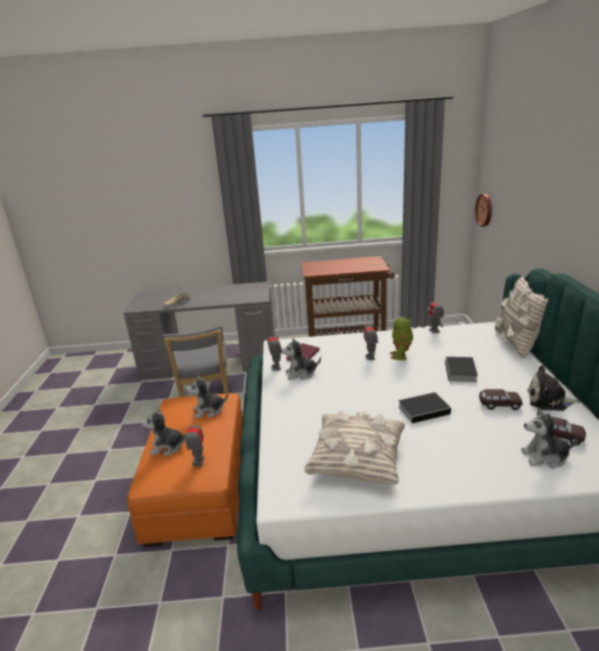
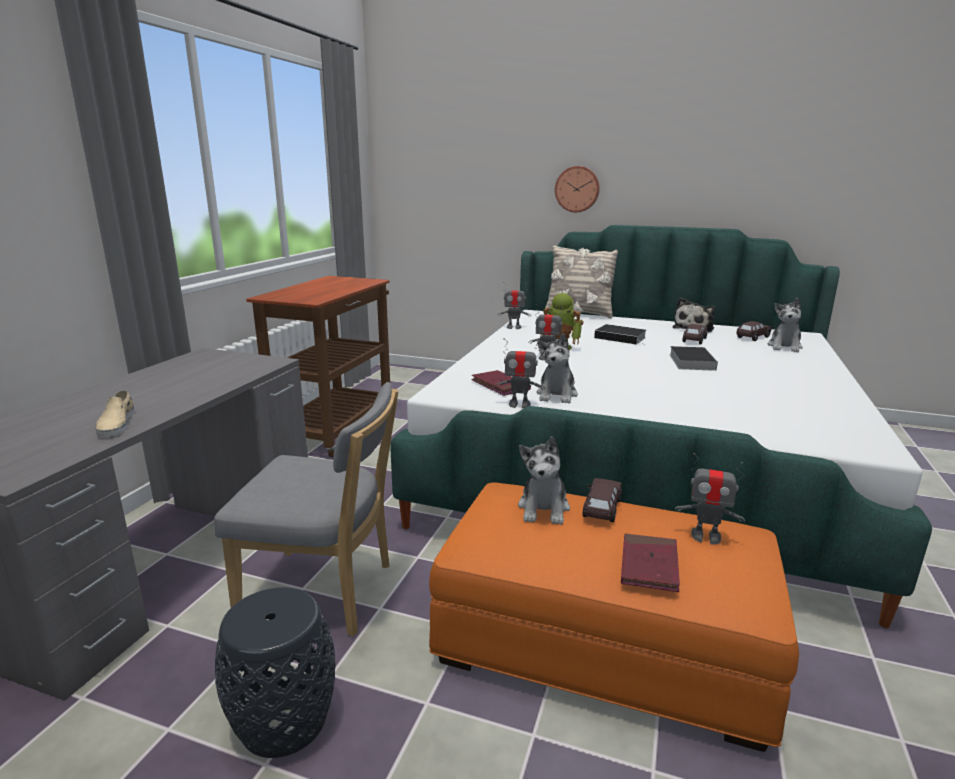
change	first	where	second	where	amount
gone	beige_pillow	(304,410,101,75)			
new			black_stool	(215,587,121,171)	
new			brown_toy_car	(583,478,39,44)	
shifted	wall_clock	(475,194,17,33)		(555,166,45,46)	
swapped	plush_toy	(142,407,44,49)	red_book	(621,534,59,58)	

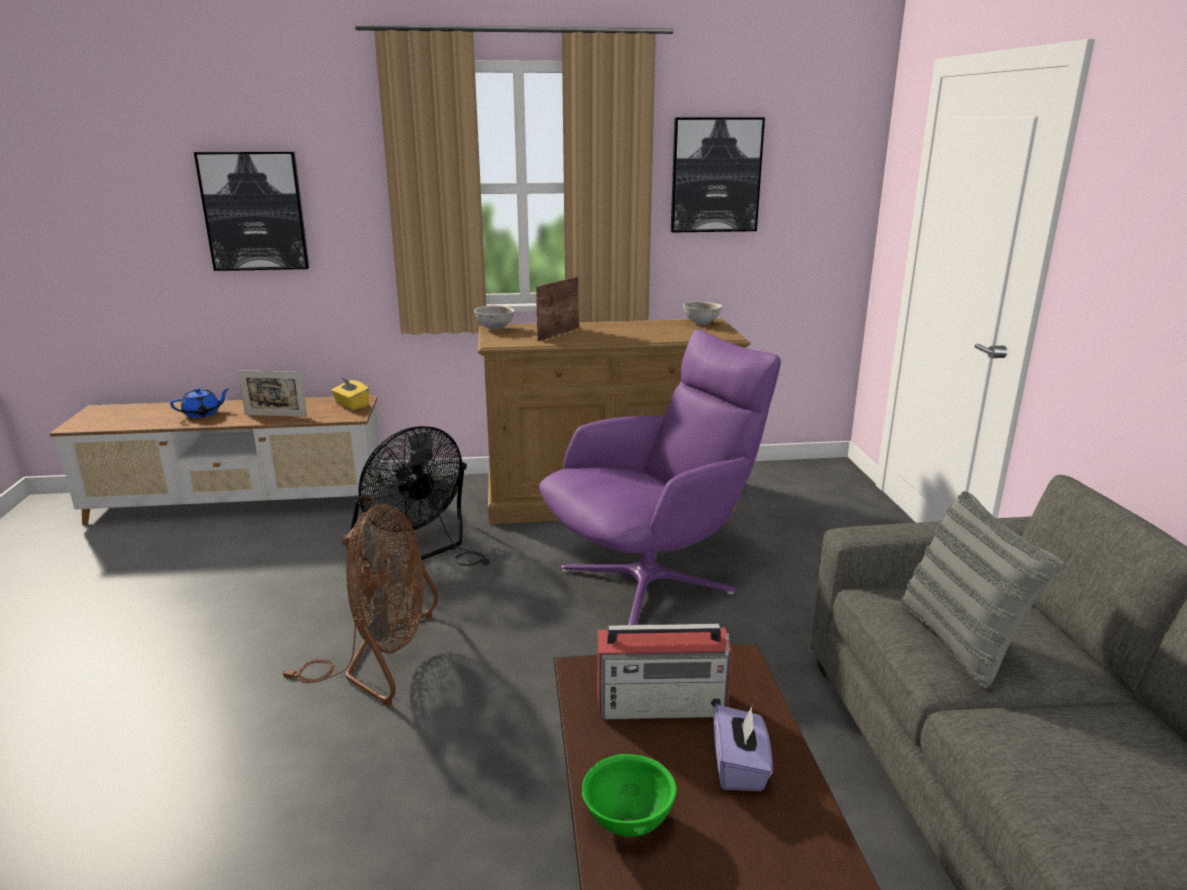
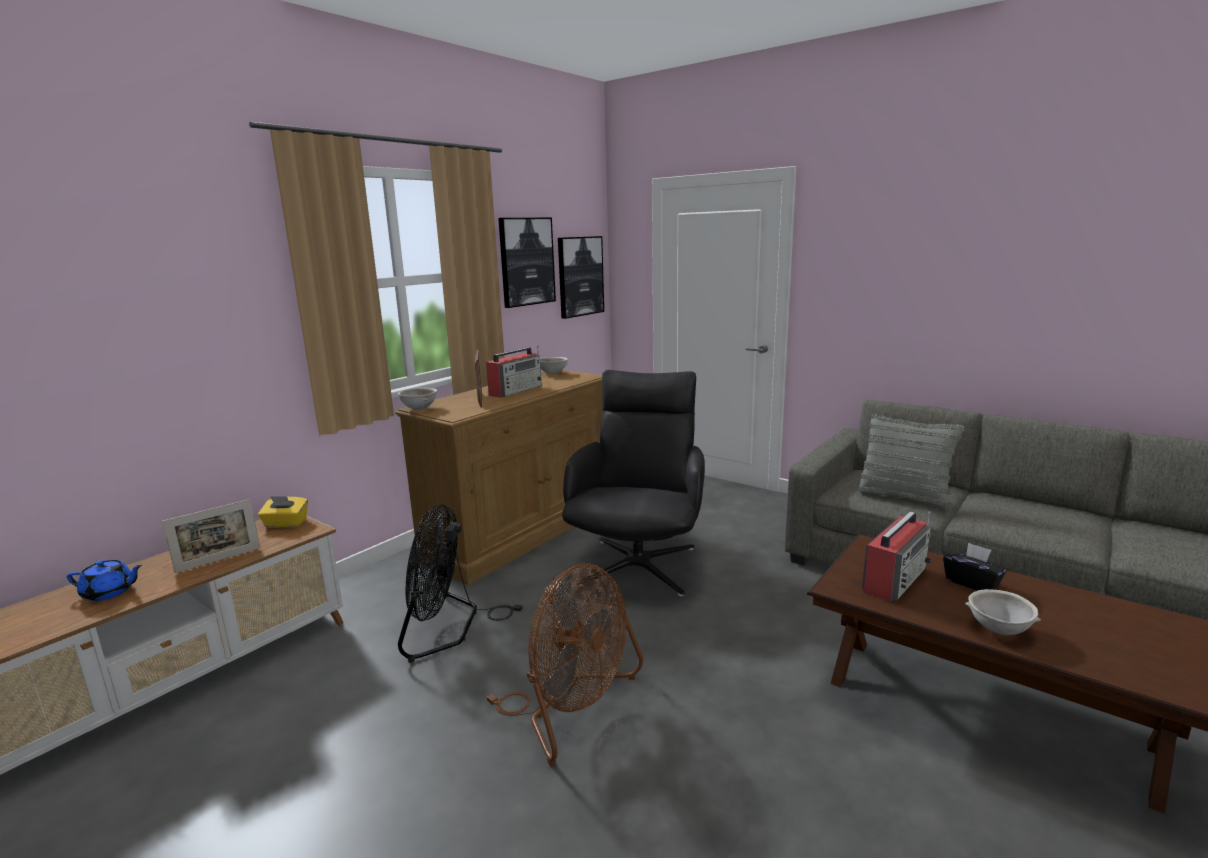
change	first	where	second	where	amount
new			radio	(486,345,56,53)	
shifted	picture	(194,152,115,119)		(558,236,46,83)	
repainted	purple_armchair	(539,329,242,296)	black_armchair	(562,370,143,226)	
repainted	green_bowl	(582,754,95,83)	grey_bowl	(965,589,76,46)	
repainted	purple_tissue_box	(714,705,59,86)	black_tissue_box	(943,542,64,49)	
rotated	blue_teapot	(170,388,59,30)		(67,560,76,41)	75 degrees clockwise
rotated	brown_fan	(282,504,156,203)		(487,563,156,204)	75 degrees clockwise

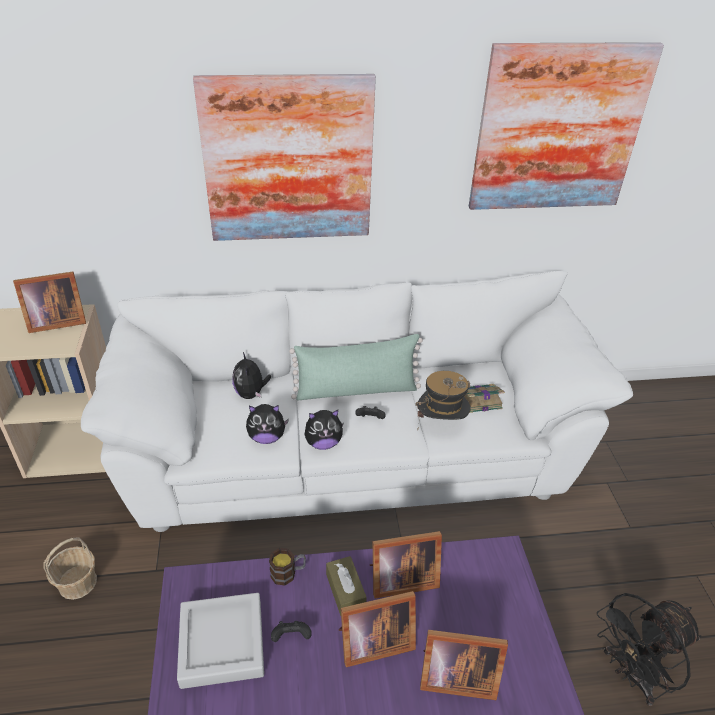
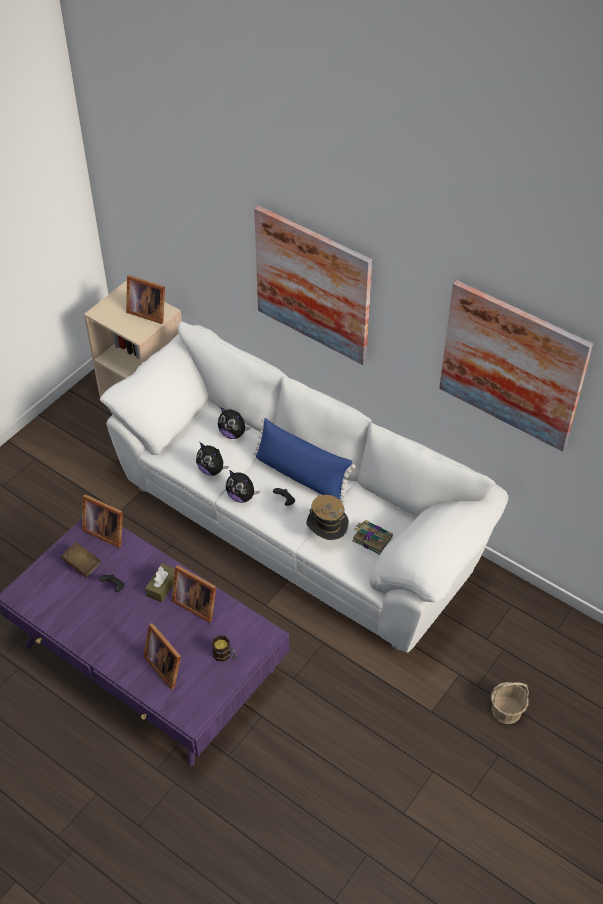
change	first	where	second	where	amount
gone	black_fan	(597,593,104,113)			
shifted	basket	(44,537,53,63)		(491,682,38,42)	
shifted	mug	(269,548,37,38)		(212,636,25,26)	
shifted	picture_frame	(339,591,77,76)		(82,494,41,54)	
swapped	grey_tray	(177,593,87,96)	brown_book	(61,542,40,35)	
repainted	green_pillow	(289,334,134,67)	blue_pillow	(253,418,102,84)	
rotated	plush_toy	(232,352,39,47)		(218,407,32,32)	90 degrees counterclockwise

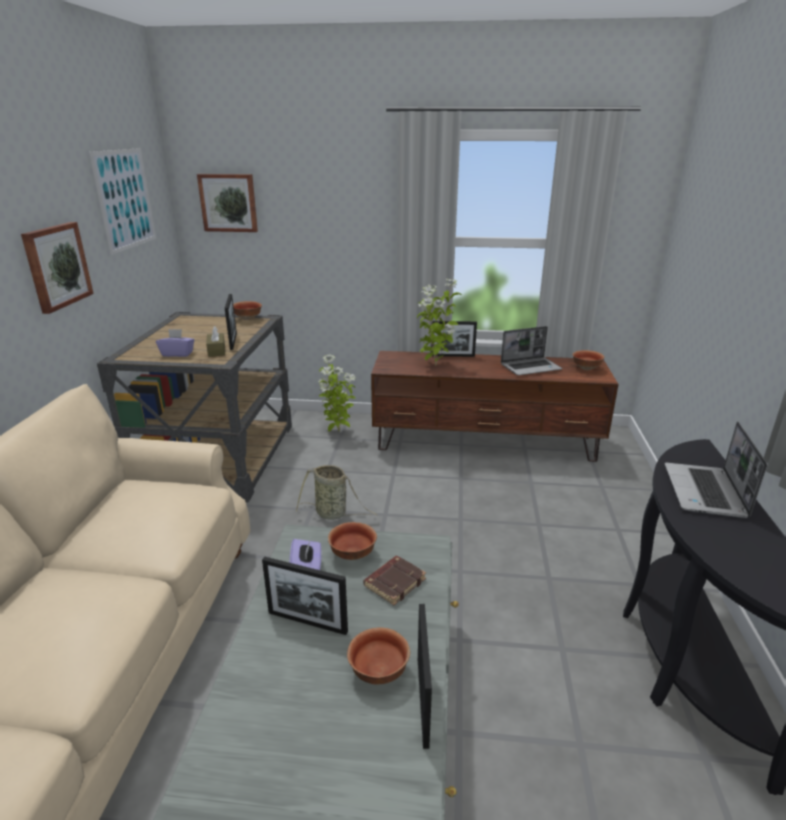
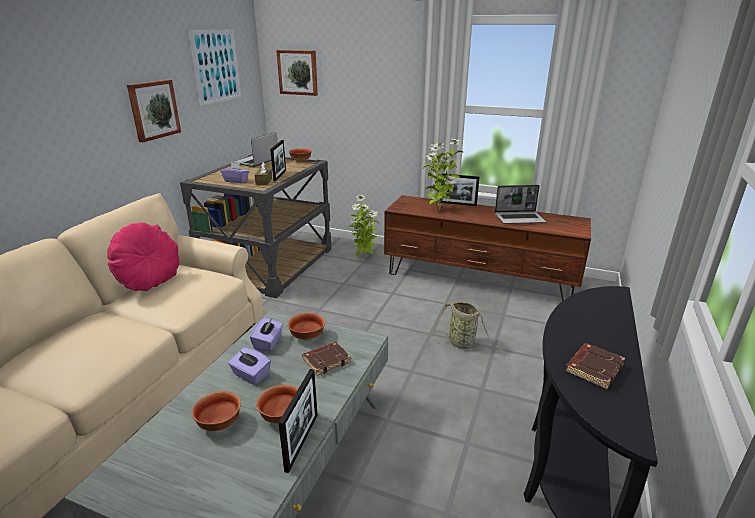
change	first	where	second	where	amount
new			pink_pillow	(107,222,73,69)	
new			brown_book	(565,343,60,46)	
shifted	basket	(296,465,81,55)		(432,301,71,50)	
shifted	bowl	(572,350,32,20)		(192,391,49,40)	
shifted	laptop	(664,422,103,96)		(235,132,43,35)	
swapped	picture_frame	(262,557,86,78)	purple_tissue_box	(228,347,43,38)	

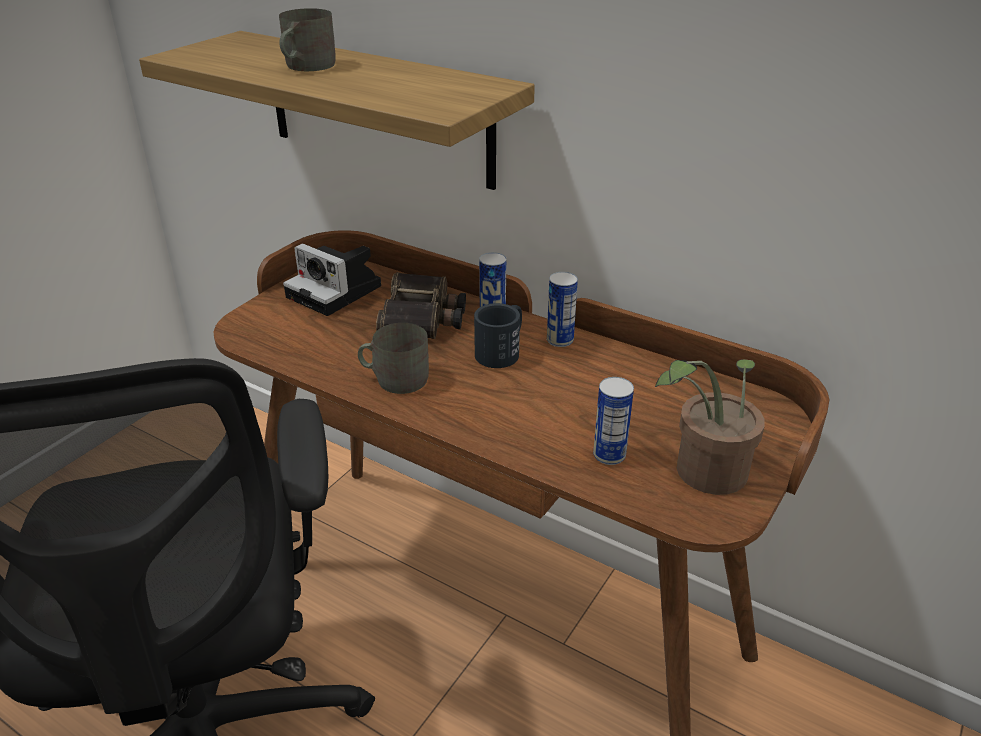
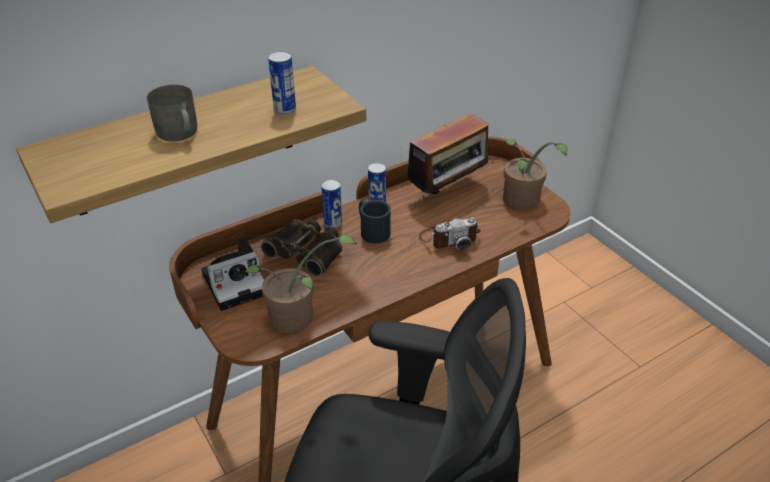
change	first	where	second	where	amount
gone	grey_mug	(358,323,71,71)			
new			potted_plant	(244,234,113,99)	
new			radio	(407,113,86,86)	
new			photo_camera	(419,217,62,33)	
shifted	can	(593,377,41,88)		(268,51,28,64)	

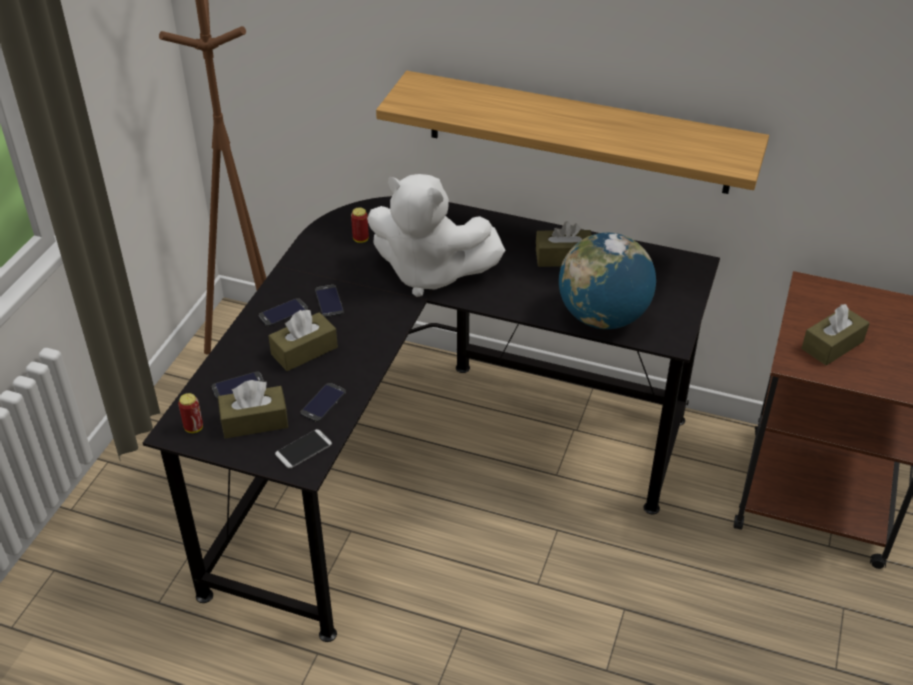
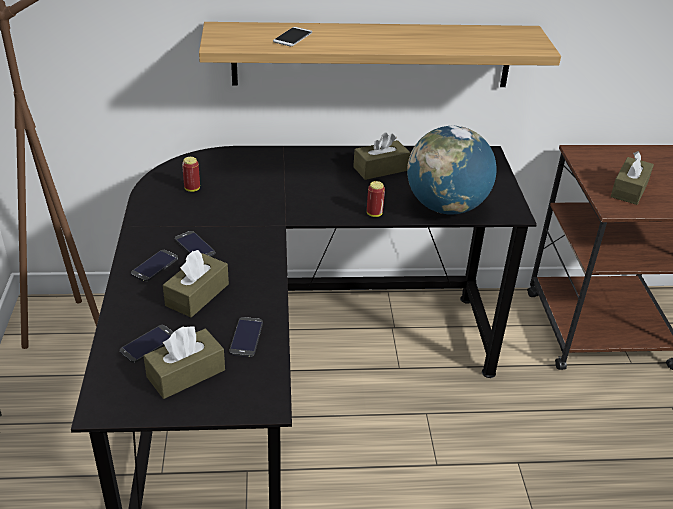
change	first	where	second	where	amount
gone	white_plush_toy	(367,174,138,123)			
shifted	can	(178,393,25,40)		(367,181,18,36)	
shifted	phone	(275,429,57,39)		(273,27,39,19)	

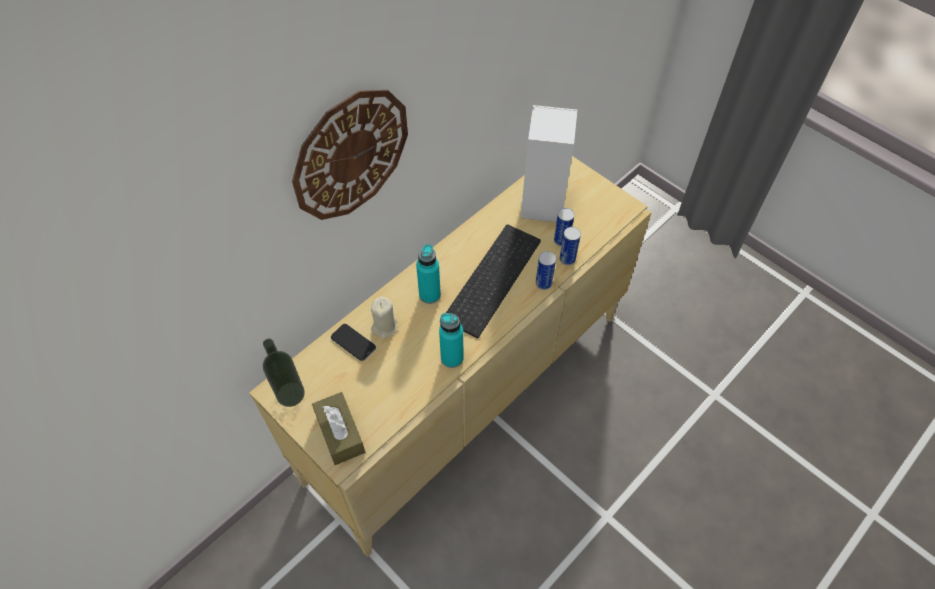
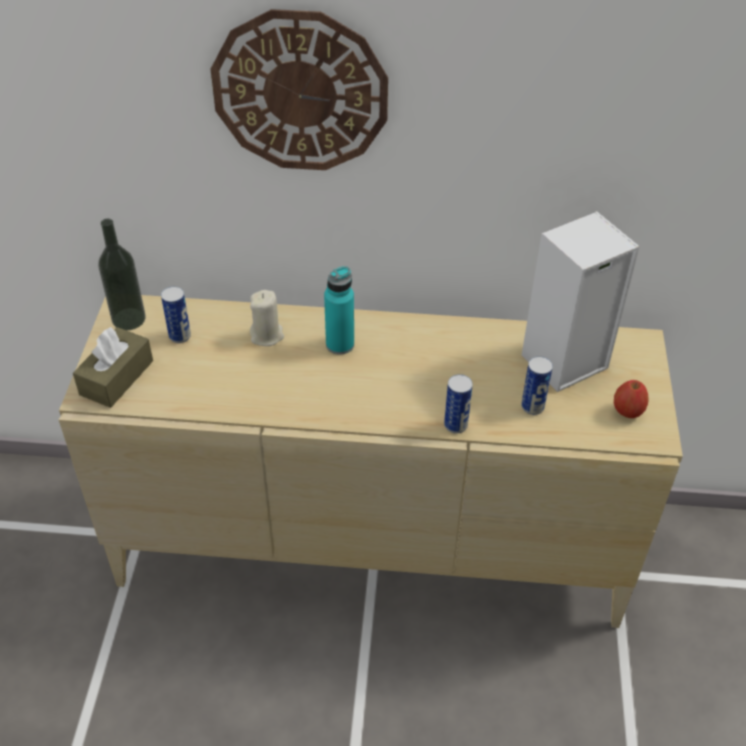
change	first	where	second	where	amount
gone	phone	(331,324,45,37)			
gone	turquoise_bottle	(439,313,25,55)			
gone	keyboard	(446,224,95,114)			
new			apple	(614,380,34,38)	
shifted	can	(560,227,21,38)		(161,286,30,57)	

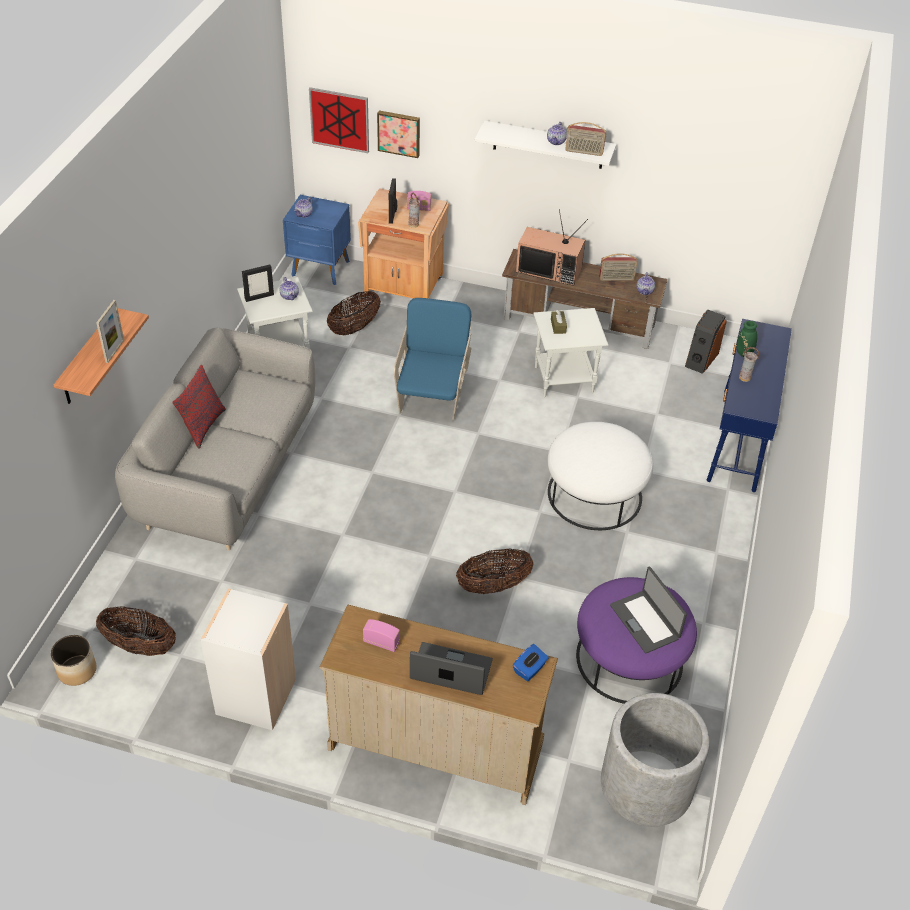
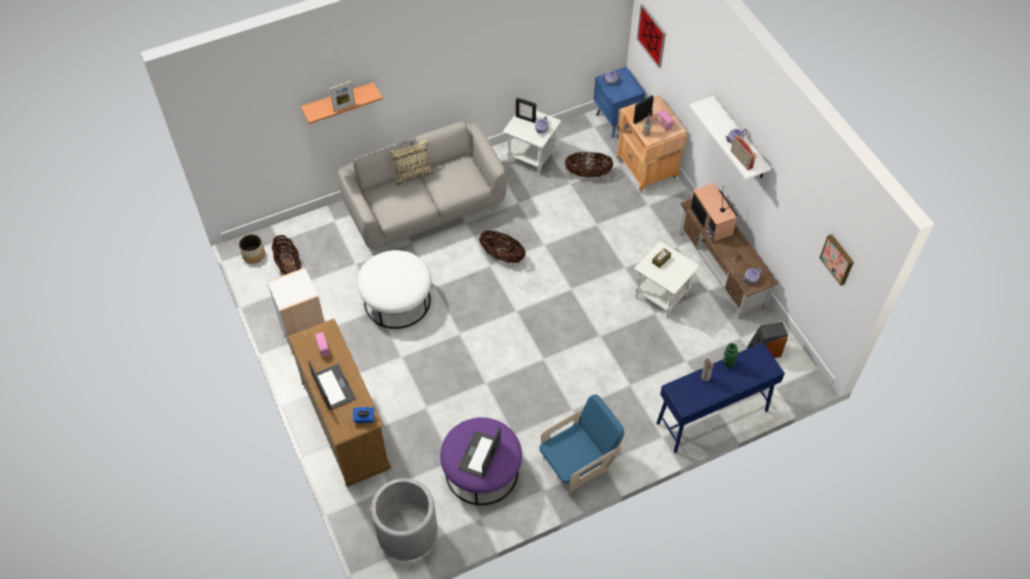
change	first	where	second	where	amount
gone	radio	(599,253,38,28)			
shifted	picture	(377,111,43,47)		(820,234,34,52)	
shifted	blue_armchair	(394,298,77,123)		(539,395,85,98)	
shifted	basket	(456,548,78,46)		(479,230,47,33)	
shifted	white_ottoman	(548,422,105,108)		(357,250,74,79)	
repainted	red_pillow	(172,365,54,84)	beige_pillow	(389,140,45,46)	

